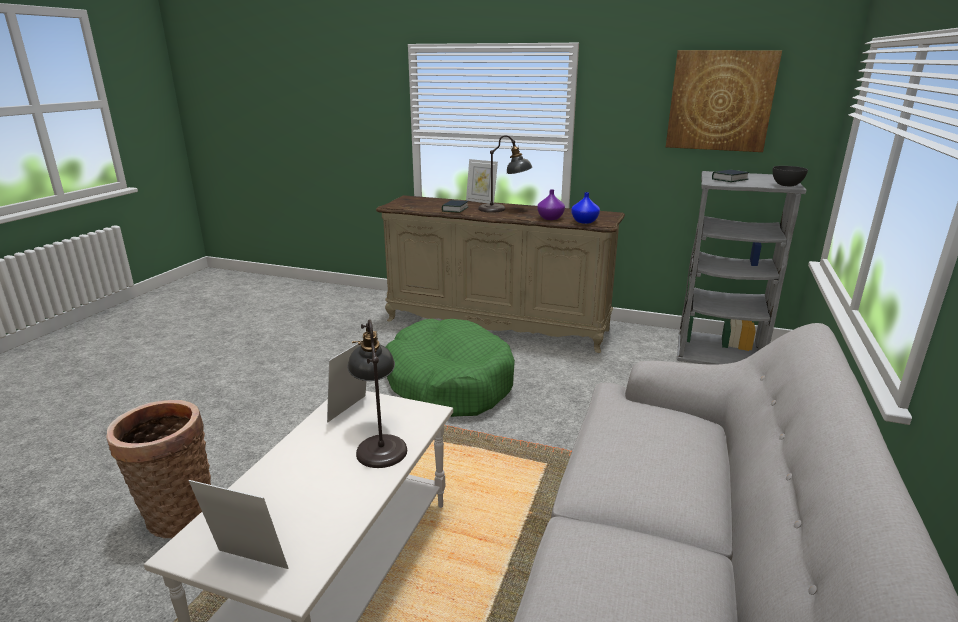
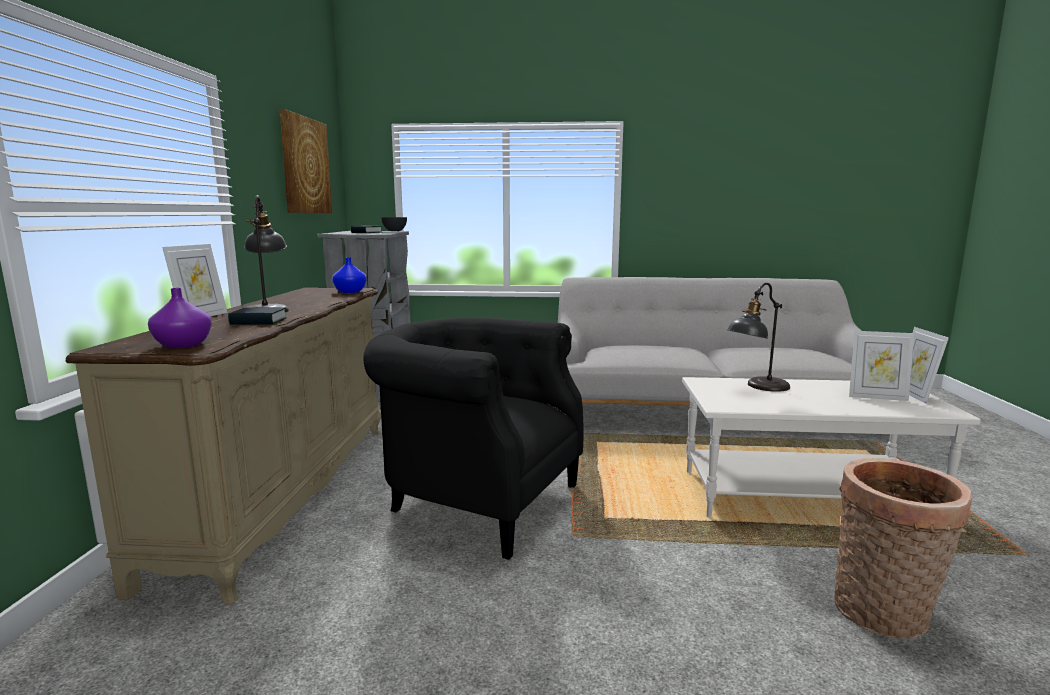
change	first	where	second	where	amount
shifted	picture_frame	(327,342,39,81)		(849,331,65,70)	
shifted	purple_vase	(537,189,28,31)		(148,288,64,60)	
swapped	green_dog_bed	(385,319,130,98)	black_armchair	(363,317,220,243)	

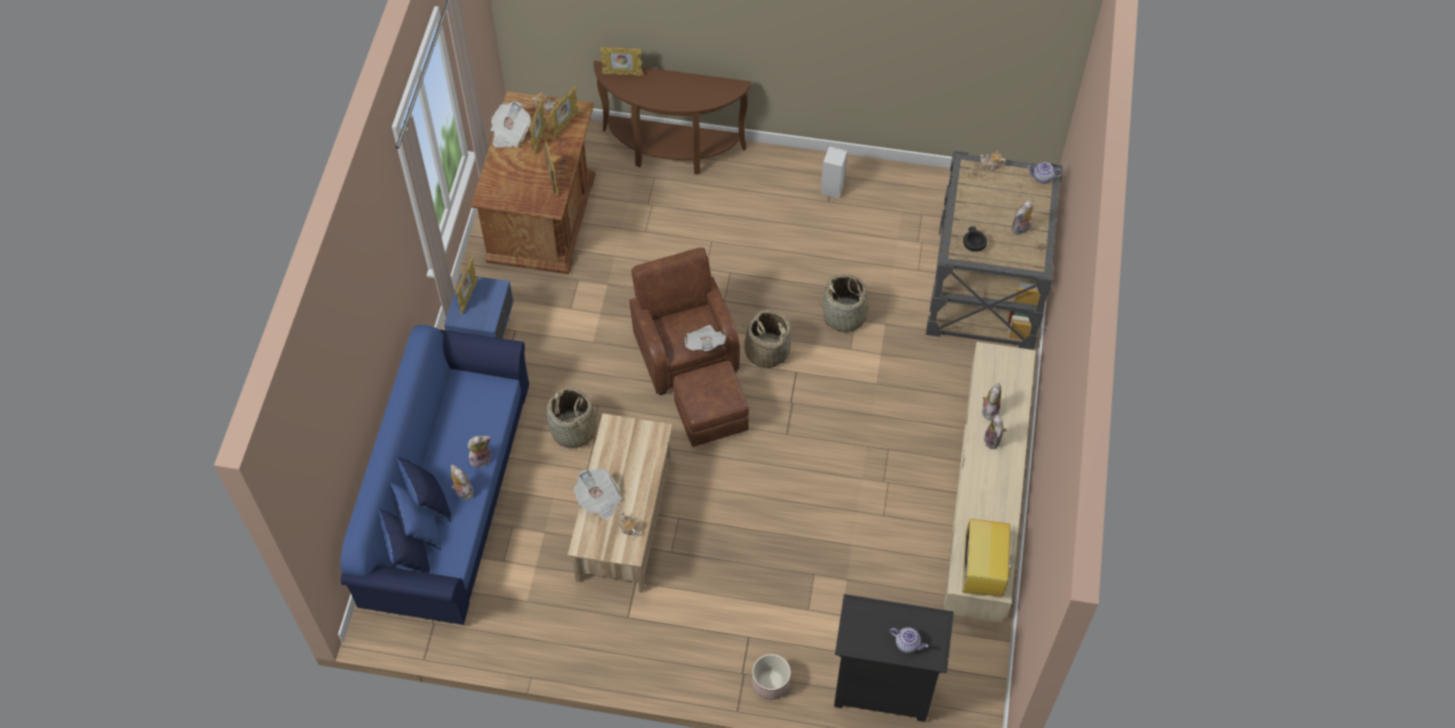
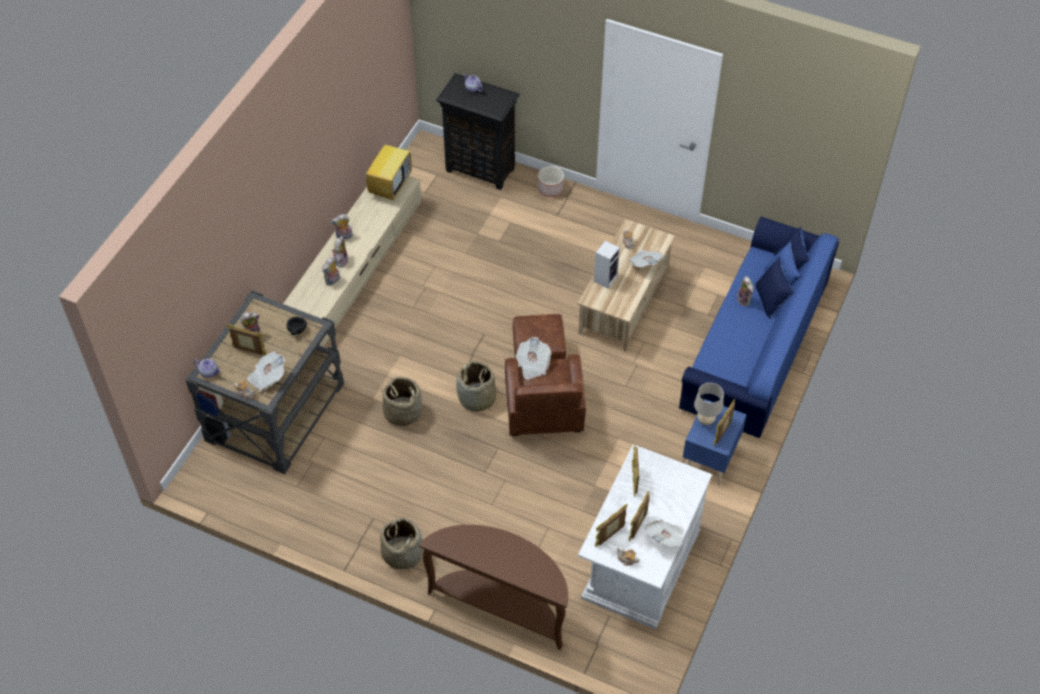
change	first	where	second	where	amount
new			newspaper	(247,352,38,39)	
new			beige_table_lamp	(694,383,30,42)	
shifted	plush_toy	(467,436,24,31)		(331,214,22,27)	
shifted	basket	(547,387,50,61)		(380,517,43,53)	
shifted	picture_frame	(600,47,43,29)		(227,324,40,31)	
shifted	speaker	(821,146,27,53)		(594,241,26,48)	
repainted	brown_cabinet	(471,91,125,183)	white_cabinet	(578,444,134,185)	

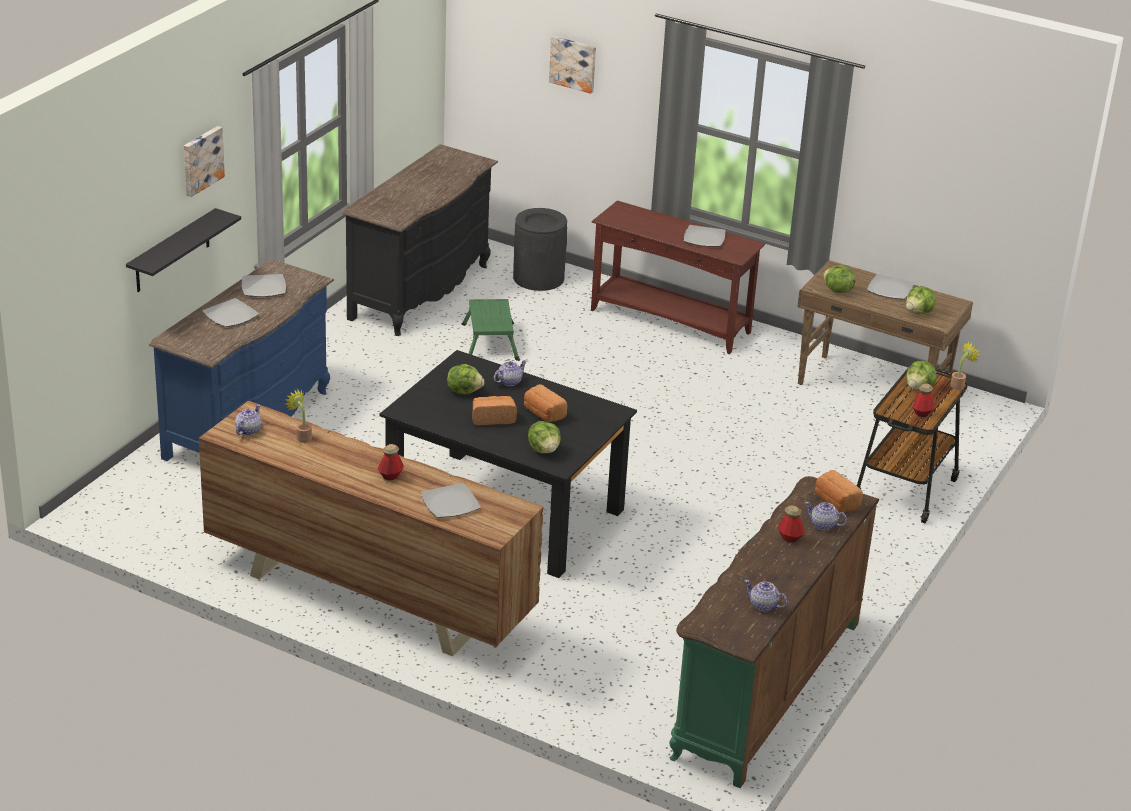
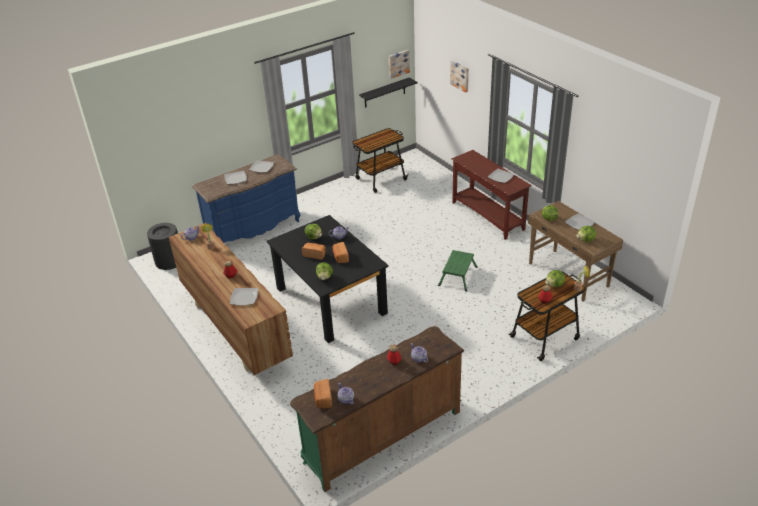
change	first	where	second	where	amount
shifted	black_shelf	(126,208,115,84)		(359,78,58,30)	
shifted	picture	(184,126,41,71)		(389,50,21,29)	
shifted	green_step_ladder	(461,299,59,62)		(438,250,40,42)	
shifted	black_trash_can	(513,208,54,83)		(147,223,31,47)	
shifted	bread	(815,470,48,42)		(314,379,18,29)	
swapped	black_dresser	(342,144,156,192)	cart	(352,128,57,65)	

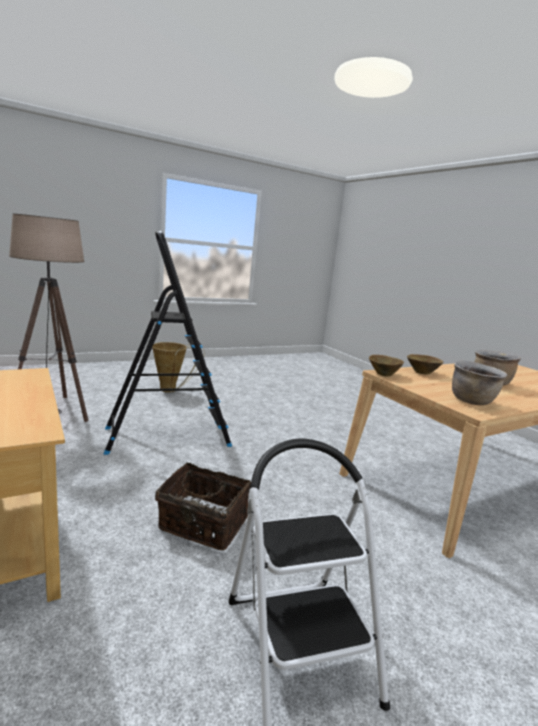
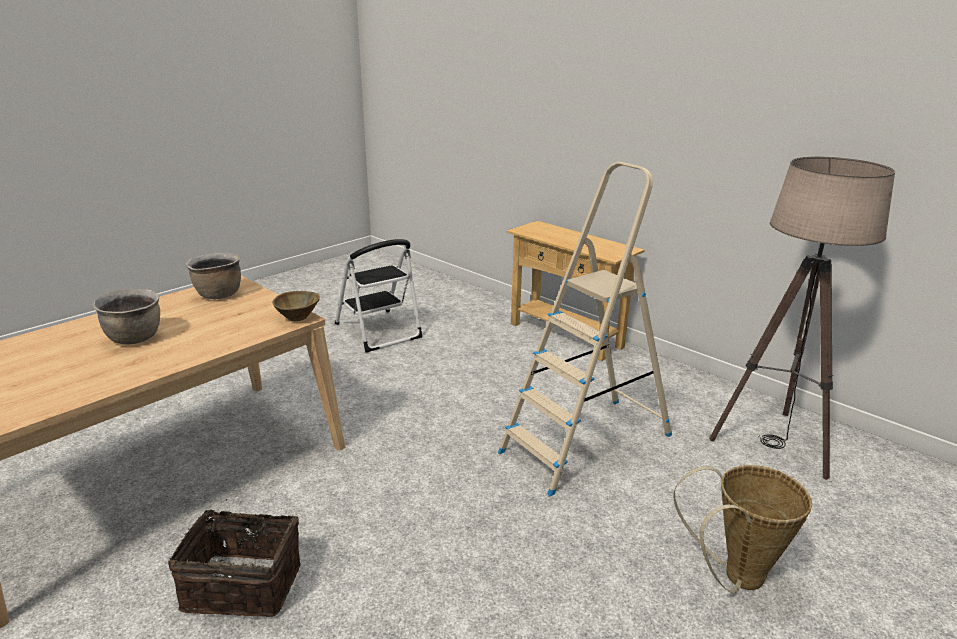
change	first	where	second	where	amount
gone	brown_bowl	(407,354,36,20)			
shifted	basket	(155,462,96,89)		(168,499,133,118)	
repainted	black_step_ladder	(104,230,128,225)	beige_step_ladder	(498,162,174,334)	

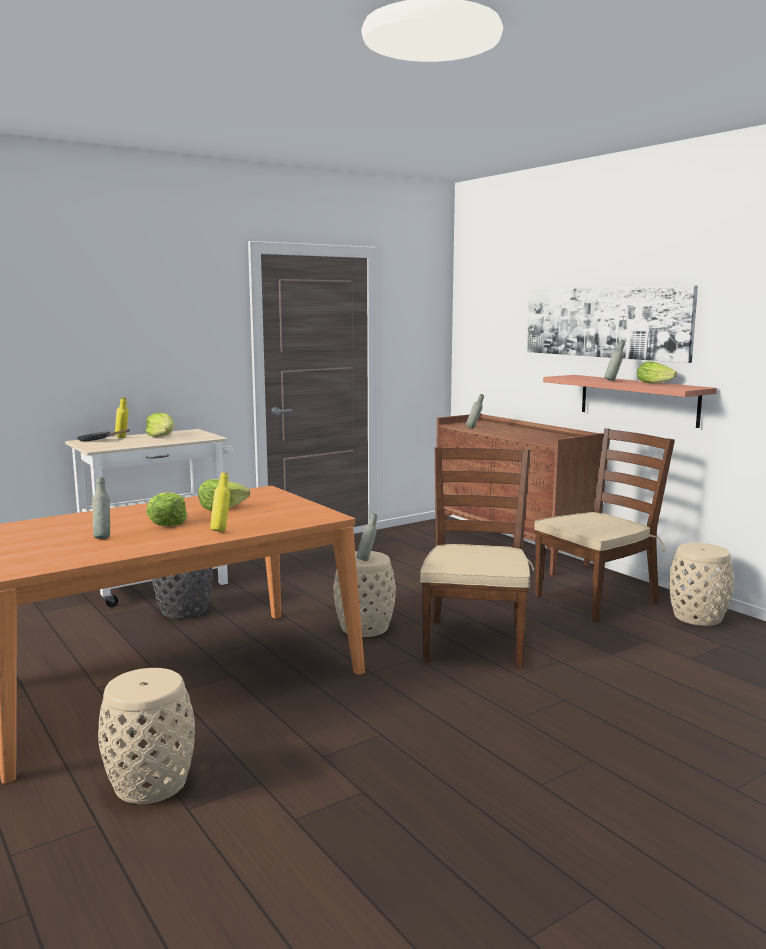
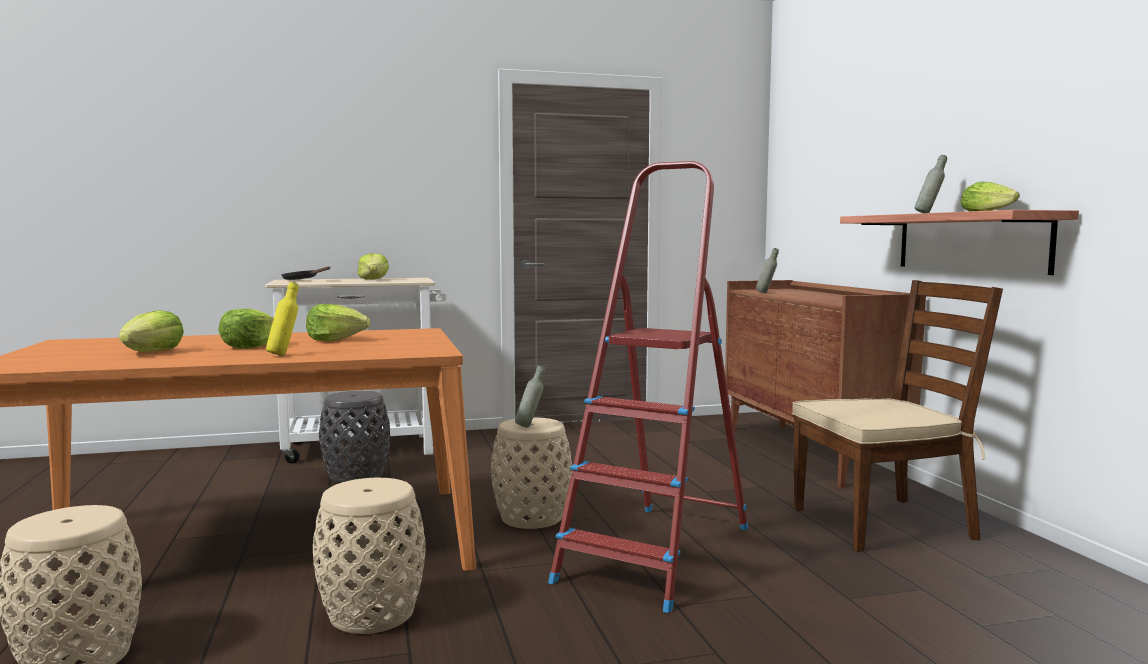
change	first	where	second	where	amount
gone	yellow_bottle	(115,397,14,41)			
gone	picture	(527,286,171,77)			
shifted	beige_stool	(669,543,65,83)		(313,478,113,156)	
swapped	grey_bottle	(92,478,18,61)	lettuce	(119,310,65,42)	
swapped	brown_chair	(420,447,115,221)	red_step_ladder	(548,161,200,452)	

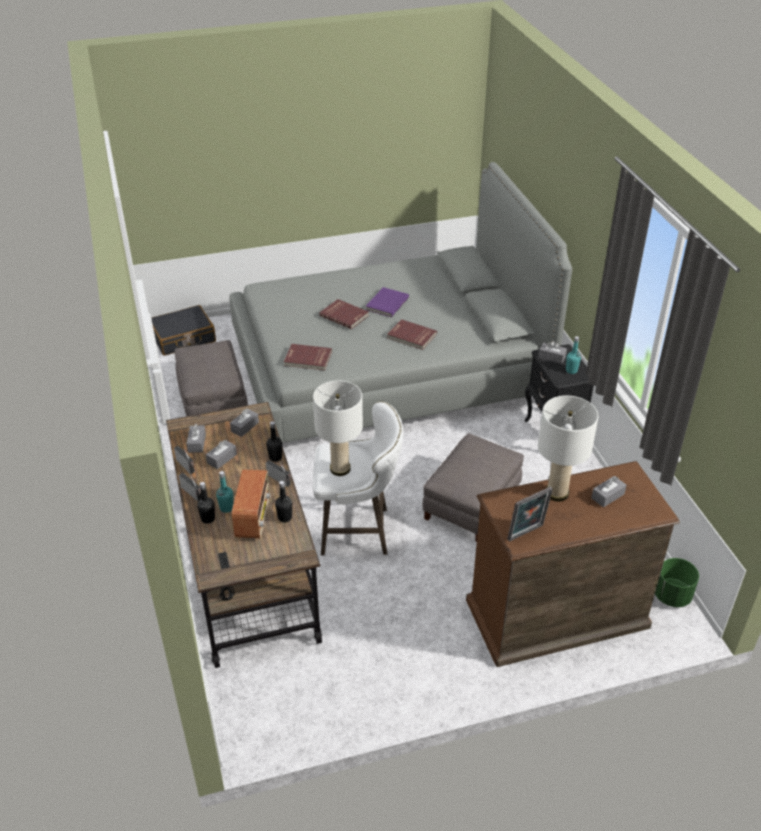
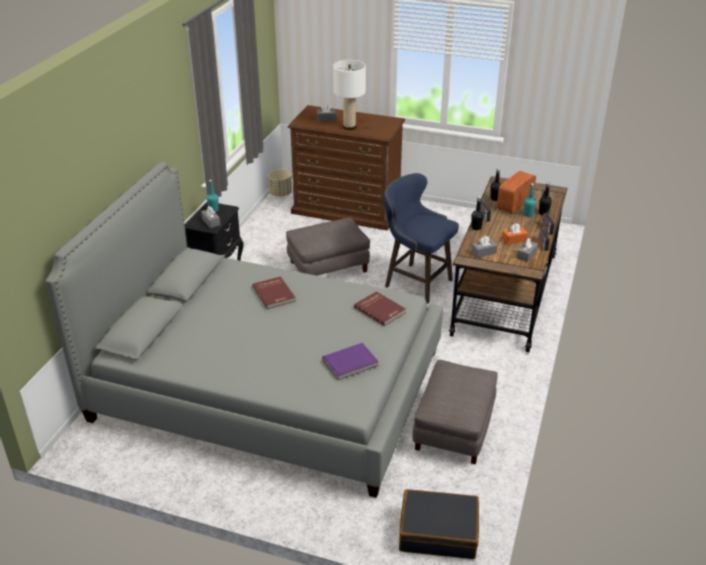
change	first	where	second	where	amount
gone	white_table_lamp	(313,380,50,96)			
gone	red_book	(319,299,50,30)			
gone	picture_frame	(507,486,46,56)			
shifted	purple_book	(366,287,43,30)		(322,343,57,37)	
repainted	grey_tissue_box	(206,440,31,29)	orange_tissue_box	(502,223,26,21)	
repainted	white_stool	(313,401,91,154)	blue_stool	(383,173,76,131)	
repainted	green_planter	(655,558,44,49)	beige_planter	(268,169,24,28)	

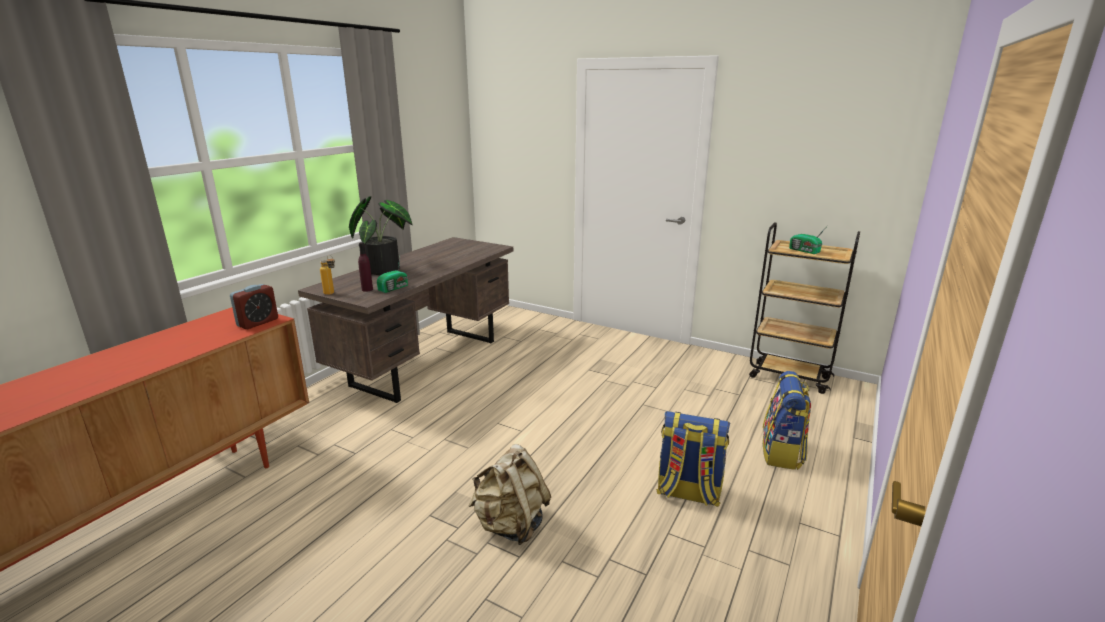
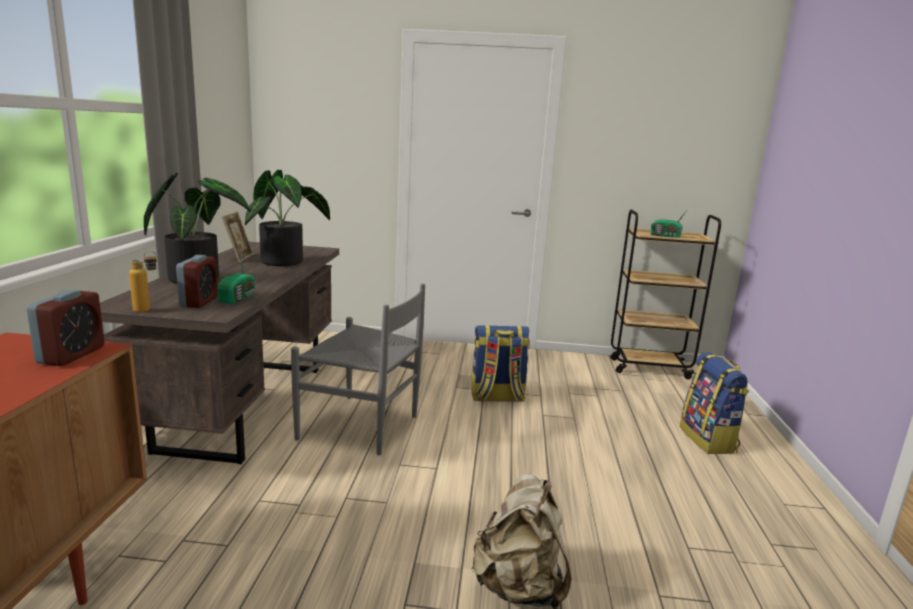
change	first	where	second	where	amount
new			picture_frame	(222,211,31,51)	
new			potted_plant	(245,170,85,96)	
new			grey_chair	(291,283,134,172)	
shifted	backpack	(656,411,74,96)		(471,325,59,77)	
swapped	purple_bottle	(358,242,15,50)	alarm_clock	(176,255,42,53)	

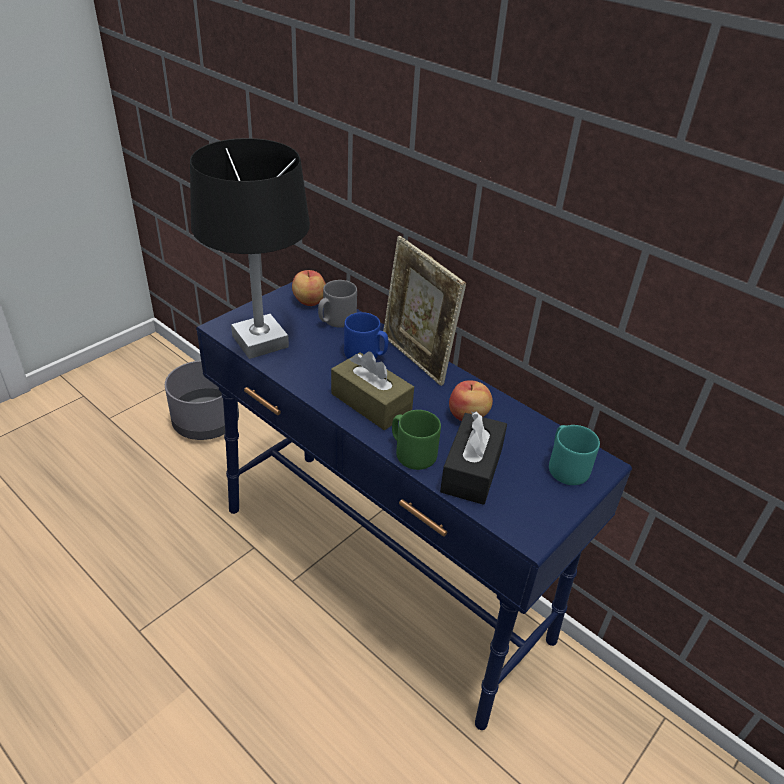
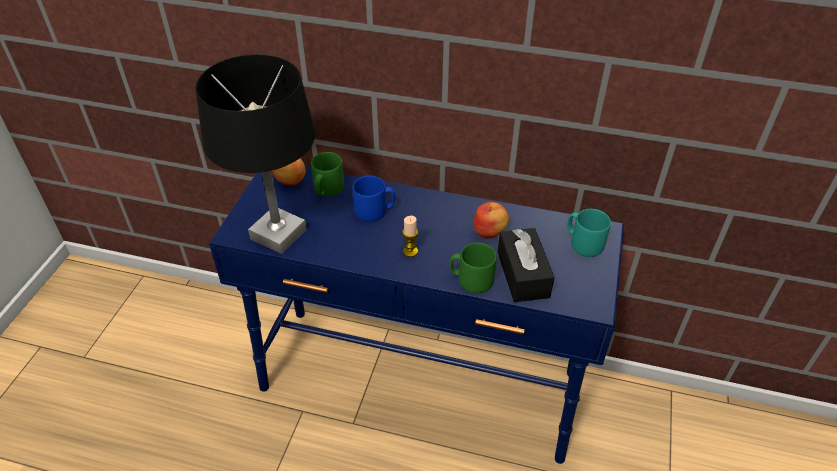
change	first	where	second	where	amount
gone	grey_planter	(165,360,74,80)			
gone	picture_frame	(383,236,83,150)			
swapped	brown_tissue_box	(331,351,83,79)	candle	(402,216,16,41)	
repainted	grey_mug	(318,280,39,48)	green_mug	(311,152,33,44)	

